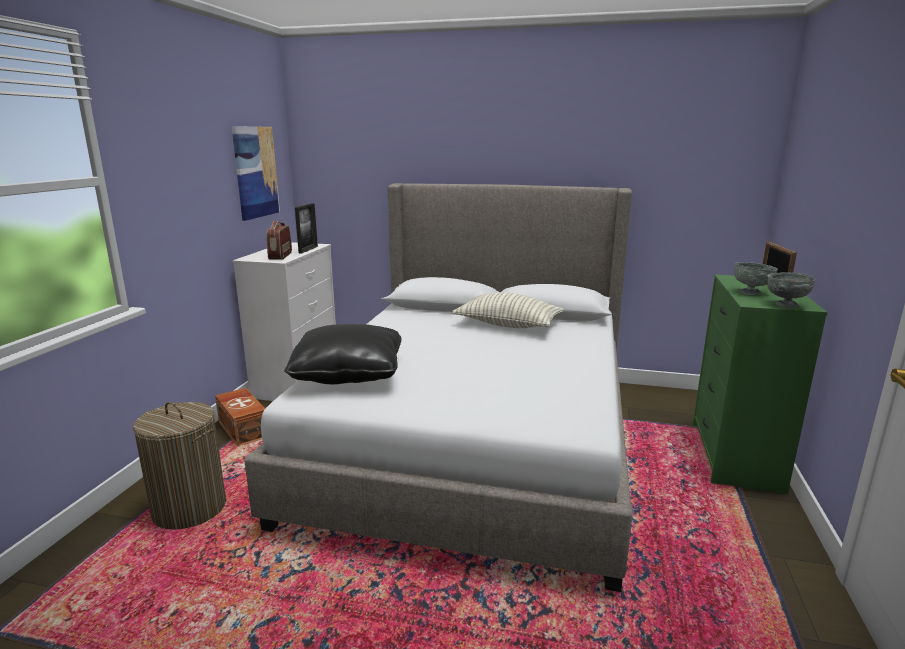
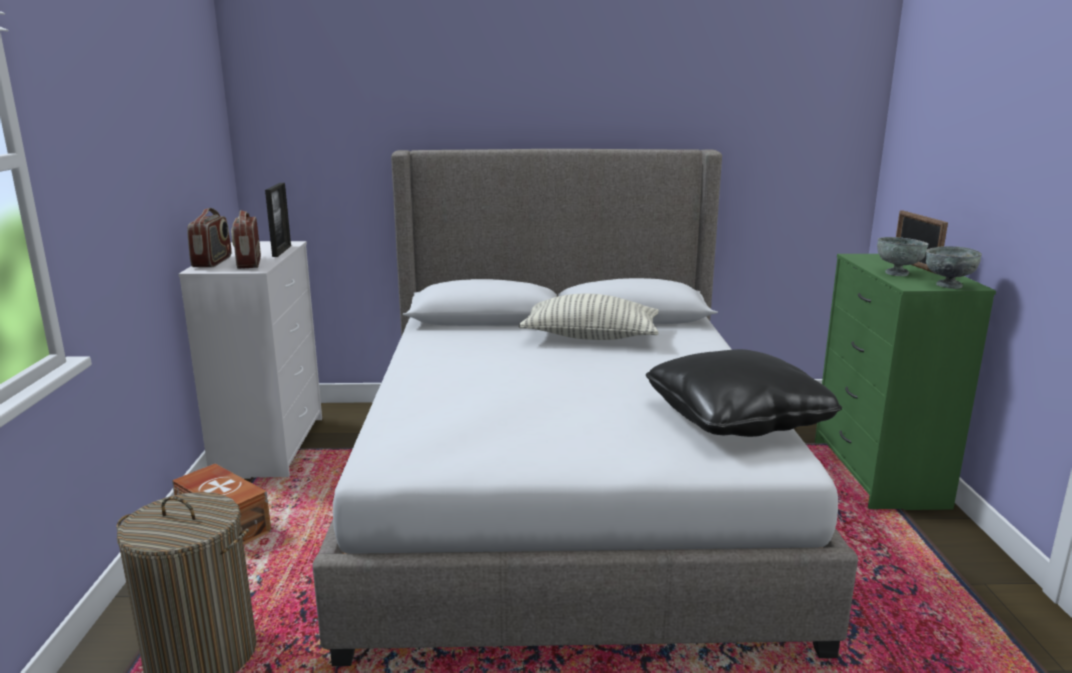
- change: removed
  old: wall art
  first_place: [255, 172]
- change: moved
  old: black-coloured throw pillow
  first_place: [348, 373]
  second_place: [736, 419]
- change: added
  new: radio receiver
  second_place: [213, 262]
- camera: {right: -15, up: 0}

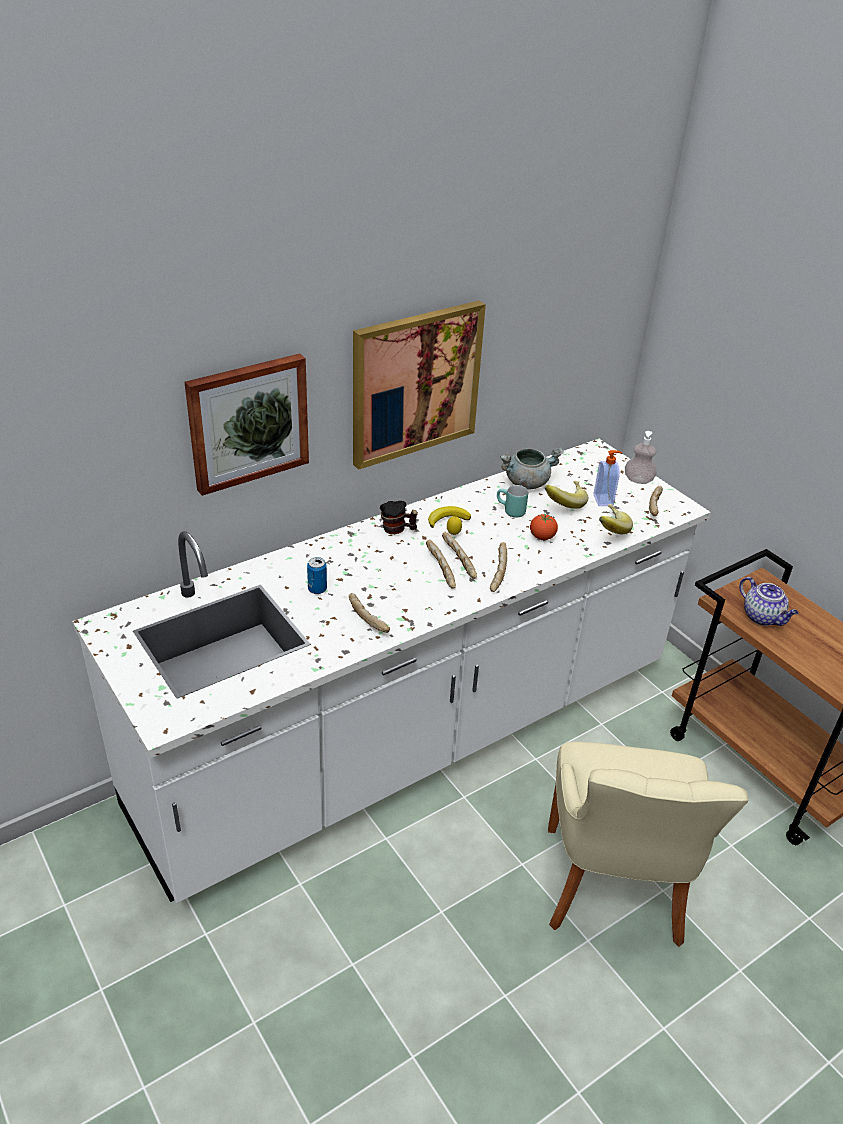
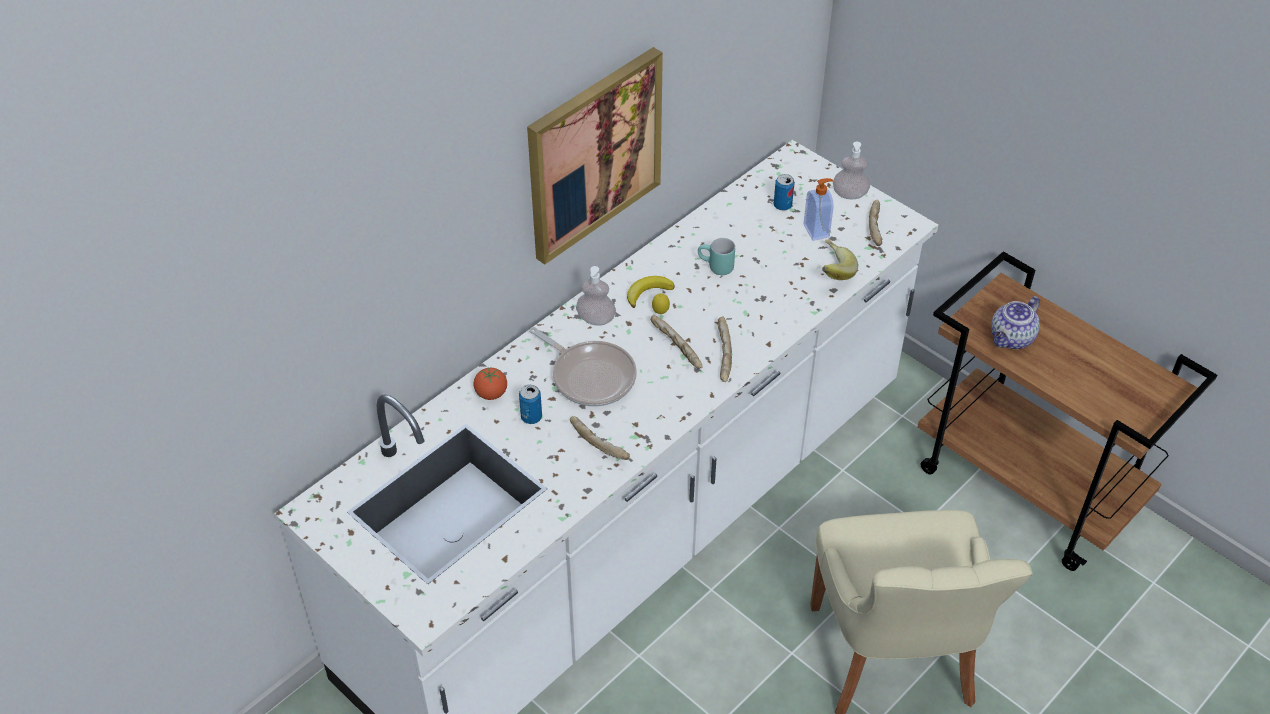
- change: removed
  old: wall art
  first_place: [247, 422]
- change: replaced
  old: coffee mug
  new: liquid soap bottle
  first_place: [397, 530]
  second_place: [596, 319]
- change: removed
  old: bakery bread
  first_place: [440, 570]
- change: removed
  old: gray stockpot
  first_place: [527, 482]
- change: moved
  old: whole tomato
  first_place: [542, 537]
  second_place: [491, 393]
- change: removed
  old: banana
  first_place: [564, 502]
- change: turned
  old: pot for tea
  first_place: [763, 617]
  second_place: [1011, 339]
  degrees: 90
- change: added
  new: skillet
  second_place: [590, 376]
- change: added
  new: metal can
  second_place: [782, 205]
- camera: {right: -10, up: 10}

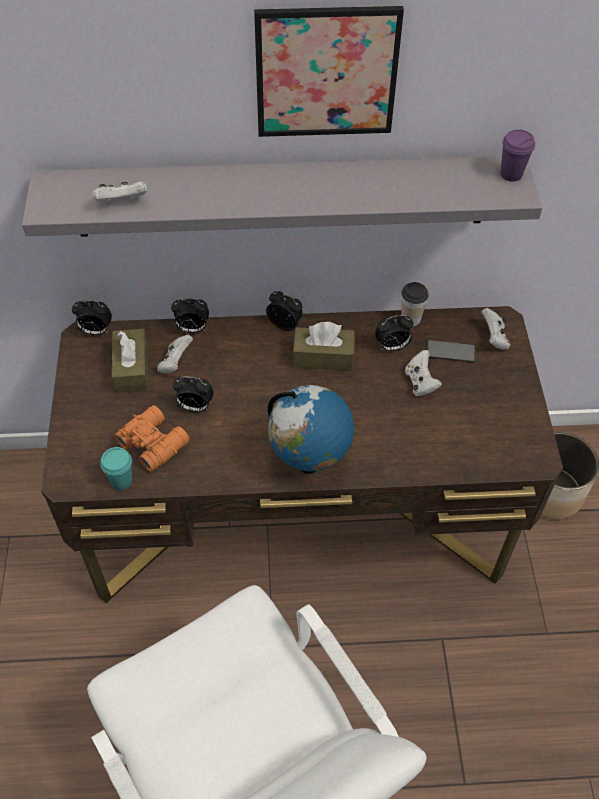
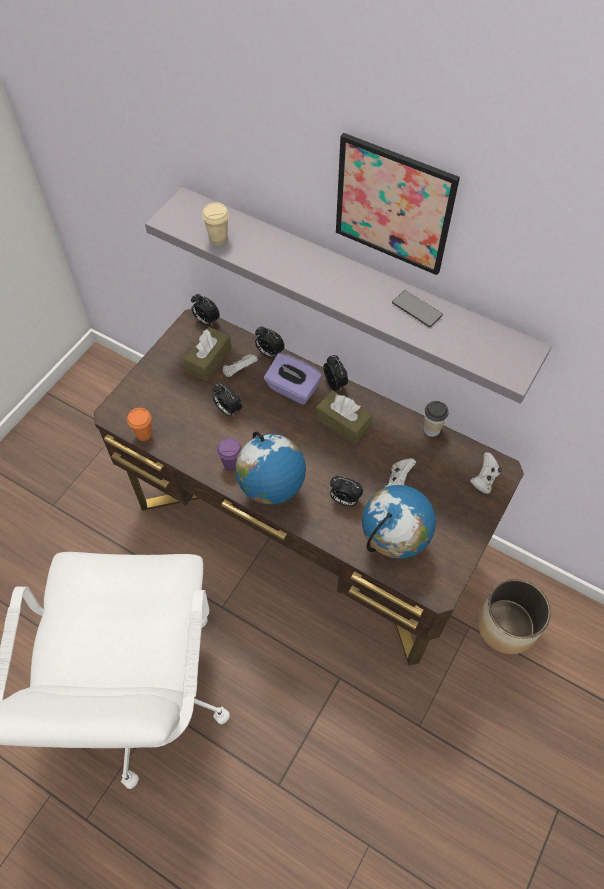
- change: replaced
  old: white joypad
  new: beige-coloured cup
  first_place: [122, 203]
  second_place: [218, 238]
- change: recoloured
  old: blue-green cup
  new: orangey cup
  first_place: [121, 481]
  second_place: [144, 434]
- change: removed
  old: orangey field glasses
  first_place: [153, 442]
- change: moved
  old: bedside clock
  first_place: [392, 347]
  second_place: [344, 500]
- change: moved
  old: telephone
  first_place: [450, 352]
  second_place: [417, 309]
- change: moved
  old: purple-coloured cup
  first_place: [511, 174]
  second_place: [231, 464]
- change: added
  new: purple-coloured tissue box
  second_place: [292, 389]
- change: added
  new: desk globe
  second_place: [393, 544]
- camera: {right: 35, up: 5}

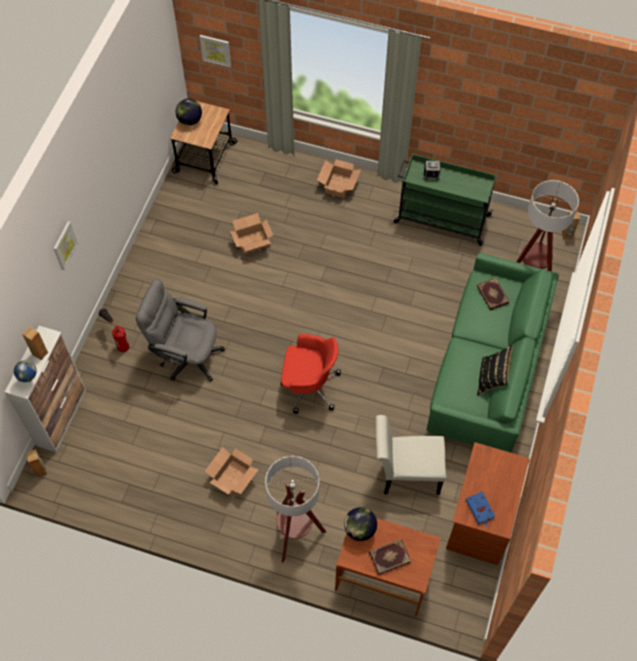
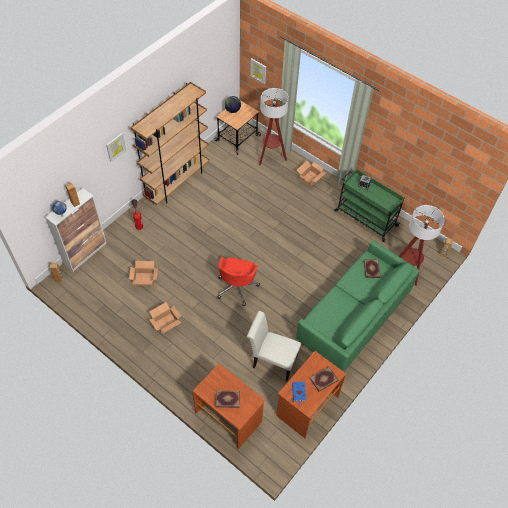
- change: removed
  old: gray desk chair
  first_place: [186, 355]
- change: moved
  old: carton
  first_place: [252, 242]
  second_place: [144, 279]
- change: moved
  old: floor lamp
  first_place: [295, 534]
  second_place: [271, 156]
- change: turned
  old: reddish desk chair
  first_place: [309, 386]
  second_place: [237, 287]
  degrees: 75
- change: removed
  old: desk globe
  first_place: [359, 529]
- change: removed
  old: black-coloured throw pillow
  first_place: [491, 378]
- change: added
  new: brown shelving unit
  second_place: [177, 182]
- change: added
  new: bound book
  second_place: [324, 380]
- camera: {right: 20, up: -5}

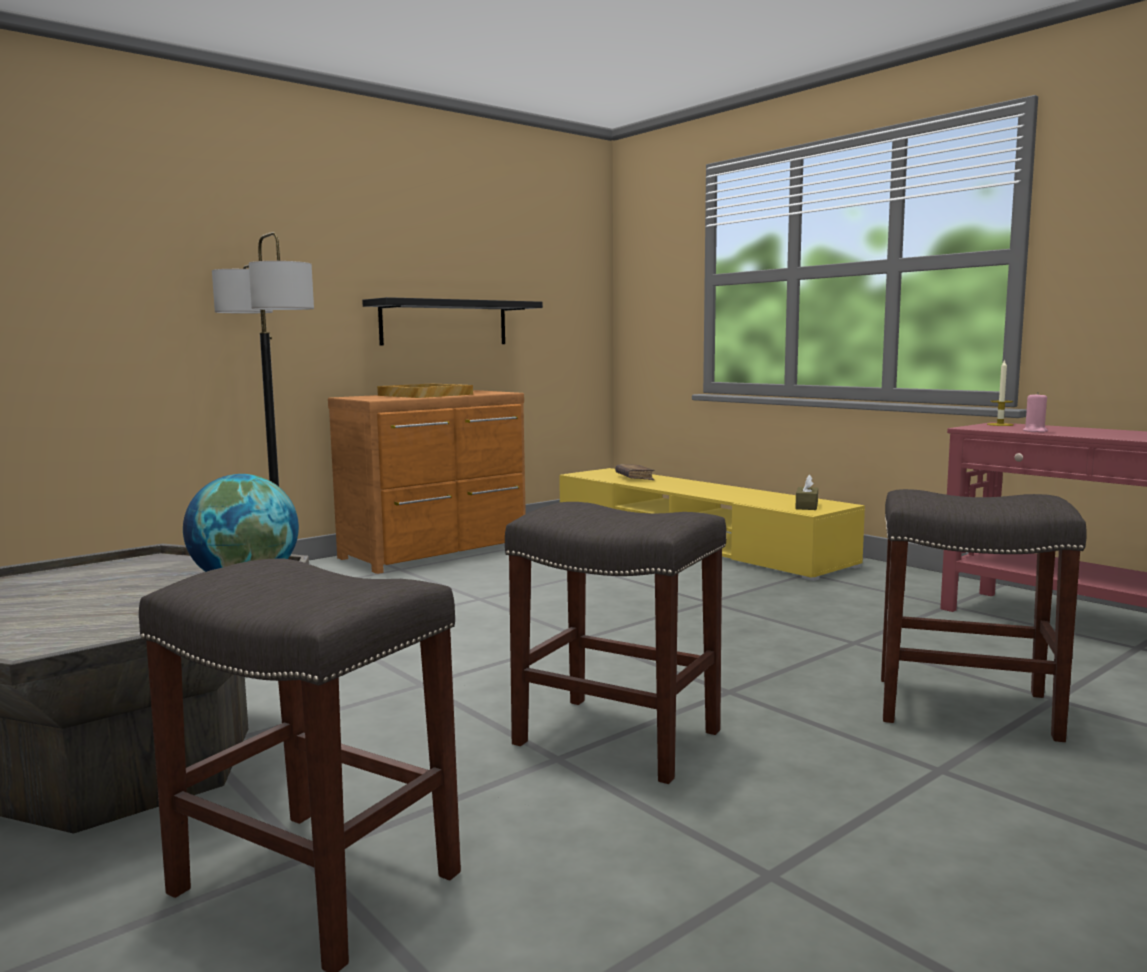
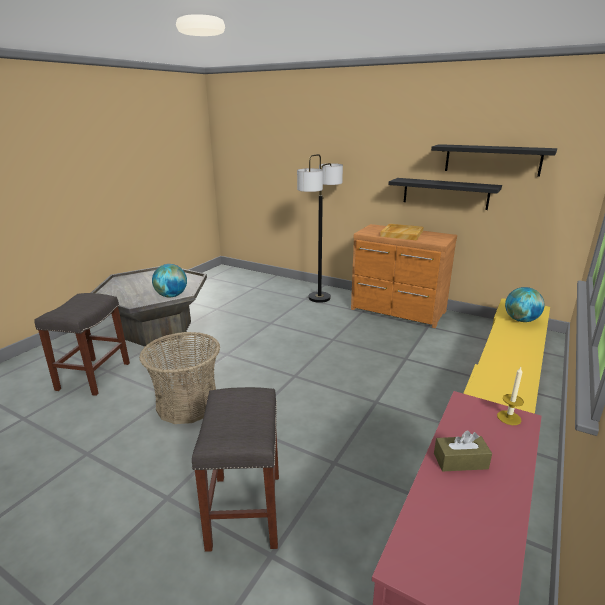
- change: replaced
  old: gray stool
  new: basket
  first_place: [614, 737]
  second_place: [187, 404]
- change: replaced
  old: brown bound book
  new: desk globe
  first_place: [634, 478]
  second_place: [521, 320]
- change: moved
  old: brown tissue box
  first_place: [806, 506]
  second_place: [460, 461]
- change: removed
  old: pink candle
  first_place: [1035, 431]
- change: added
  new: black-coloured shelf
  second_place: [492, 160]
- camera: {right: 70, up: 15}

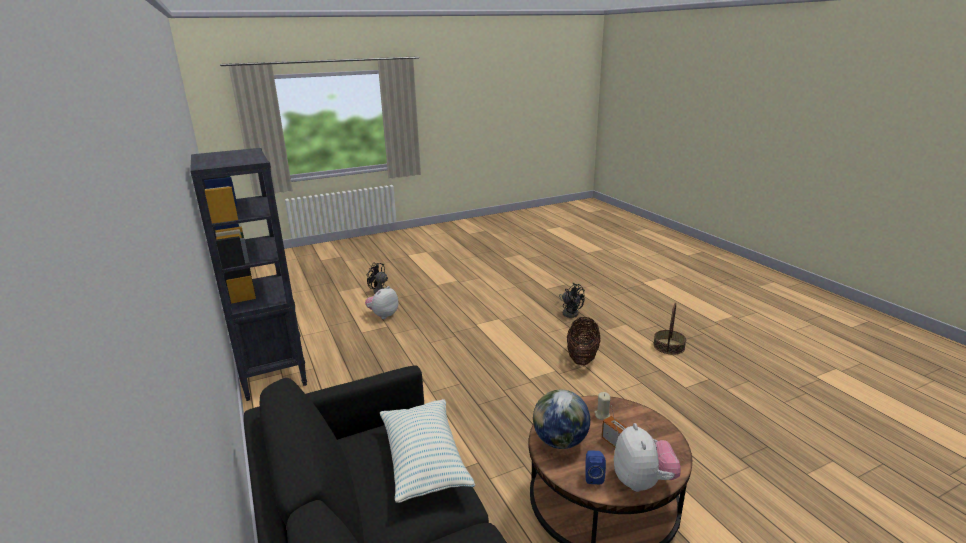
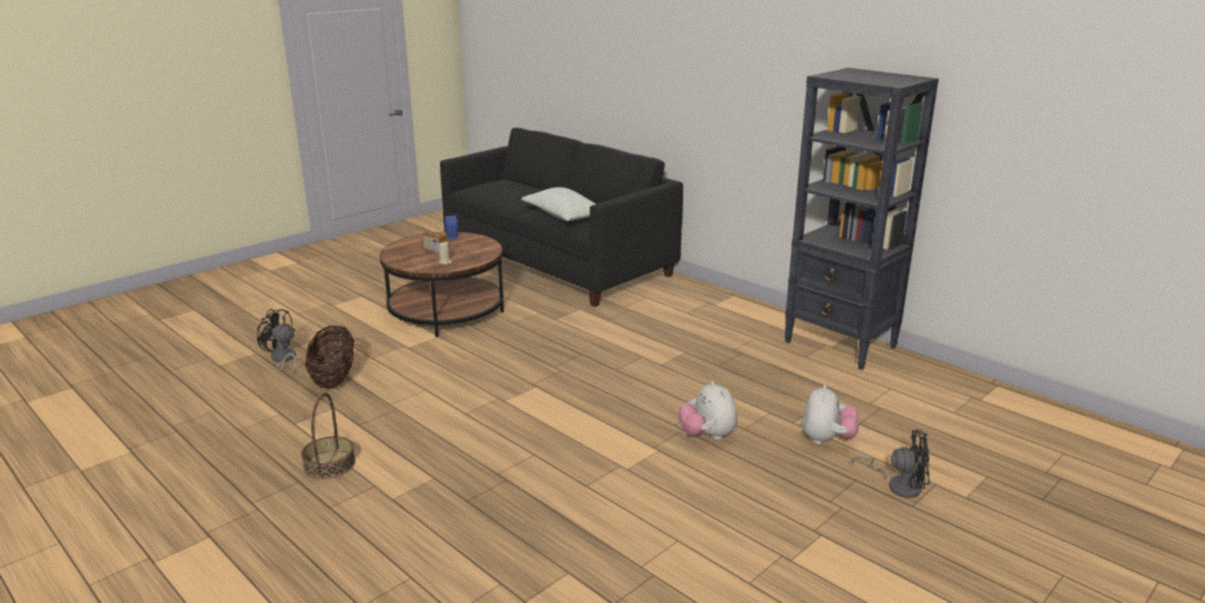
- change: removed
  old: desk globe
  first_place: [560, 441]
- change: moved
  old: black-coloured cooling fan
  first_place: [570, 312]
  second_place: [283, 360]
- change: moved
  old: basket
  first_place: [582, 357]
  second_place: [333, 379]
- change: moved
  old: cuddly toy
  first_place: [642, 482]
  second_place: [707, 436]
- camera: {right: 160, up: 0}

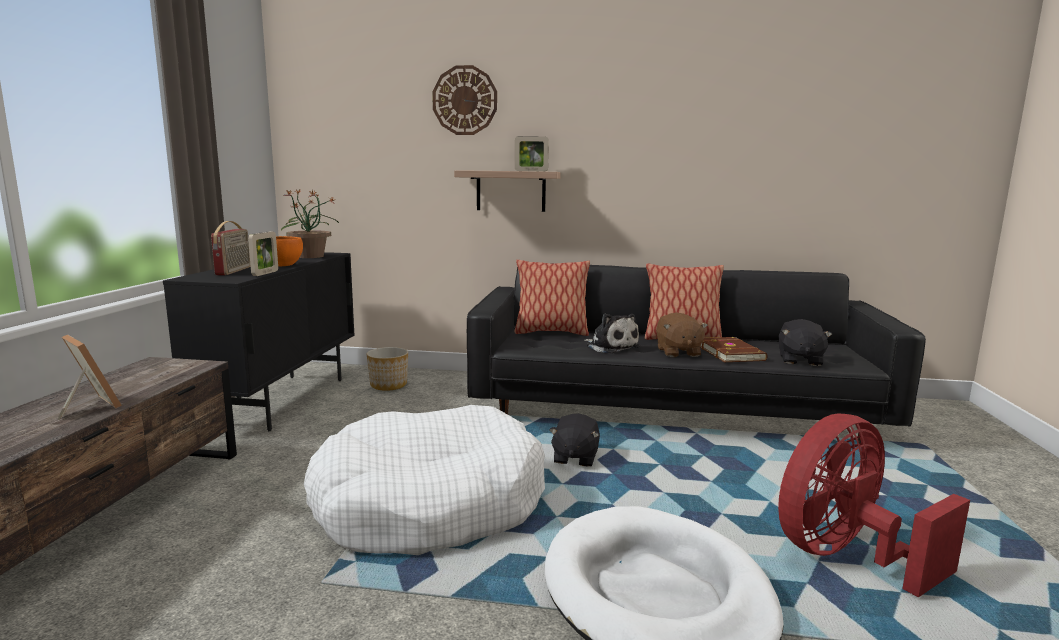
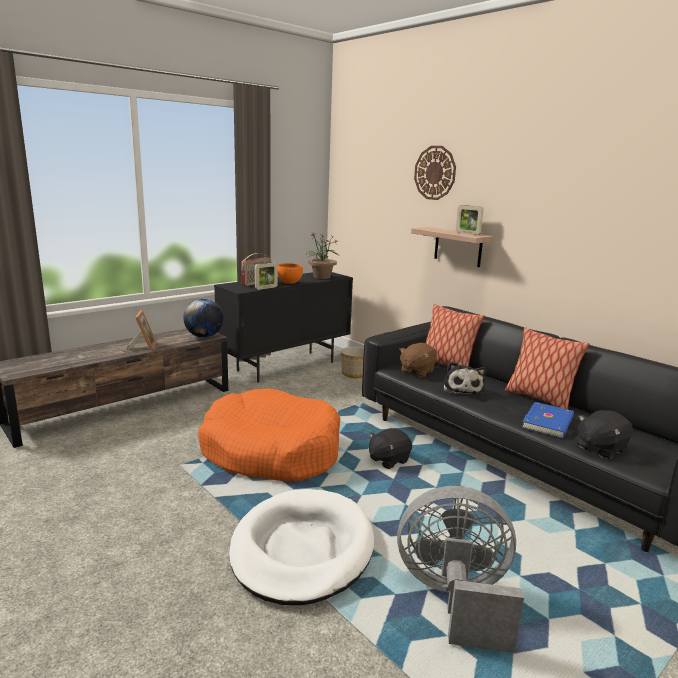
- change: recoloured
  old: white dog cushion
  new: orangey dog cushion
  first_place: [429, 504]
  second_place: [271, 451]
- change: moved
  old: brown cuddly toy
  first_place: [678, 352]
  second_place: [416, 371]
- change: recoloured
  old: brown bound book
  new: bluish bound book
  first_place: [731, 353]
  second_place: [549, 422]
- change: recoloured
  old: reddish cooling fan
  new: gray cooling fan
  first_place: [845, 556]
  second_place: [455, 599]
- change: added
  new: desk globe
  second_place: [204, 336]
- camera: {right: 40, up: 5}

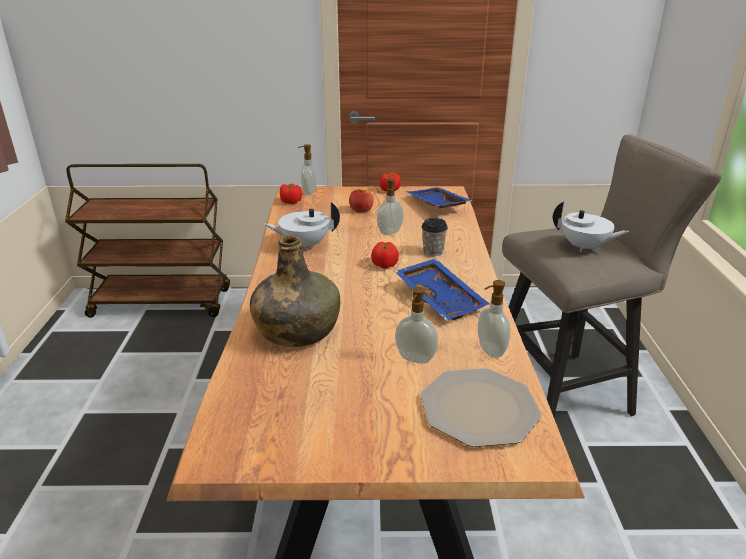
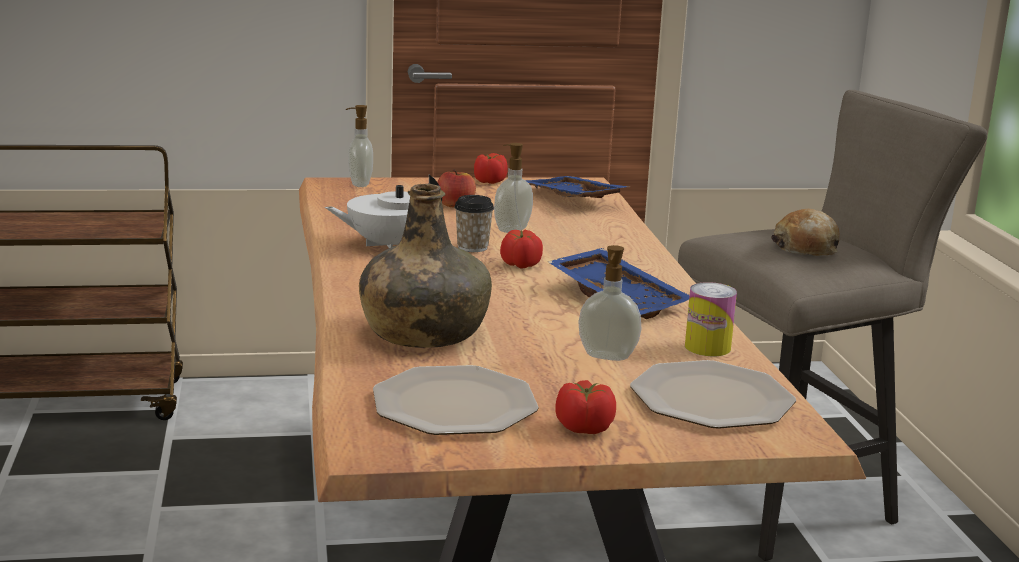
- change: moved
  old: whole tomato
  first_place: [291, 202]
  second_place: [583, 428]
- change: moved
  old: cup
  first_place: [433, 252]
  second_place: [472, 247]
- change: replaced
  old: liquid soap bottle
  new: metal can
  first_place: [490, 351]
  second_place: [707, 347]
- change: replaced
  old: white pot for tea
  new: bakery bread
  first_place: [584, 247]
  second_place: [806, 247]
- change: added
  new: dinner plate
  second_place: [453, 405]
- camera: {right: -10, up: -10}

